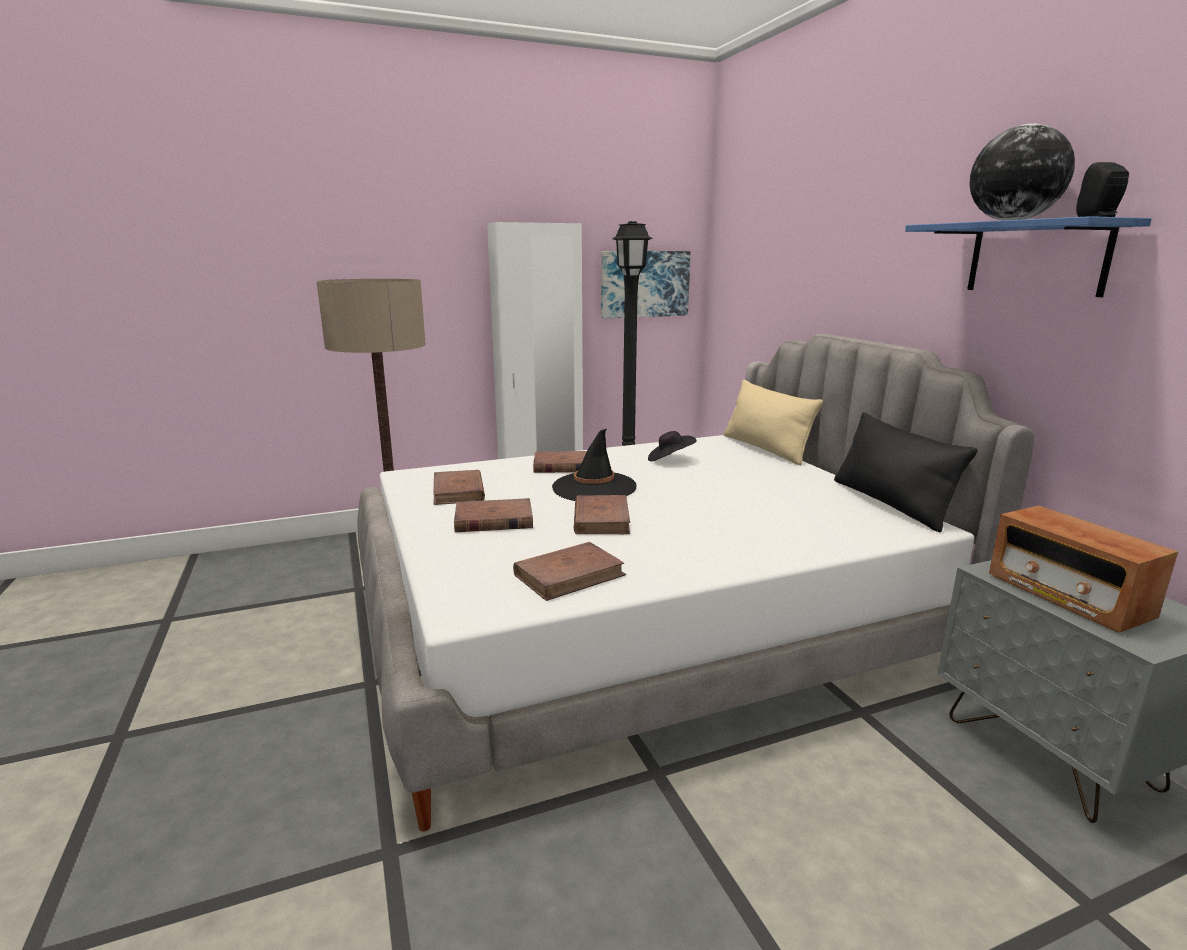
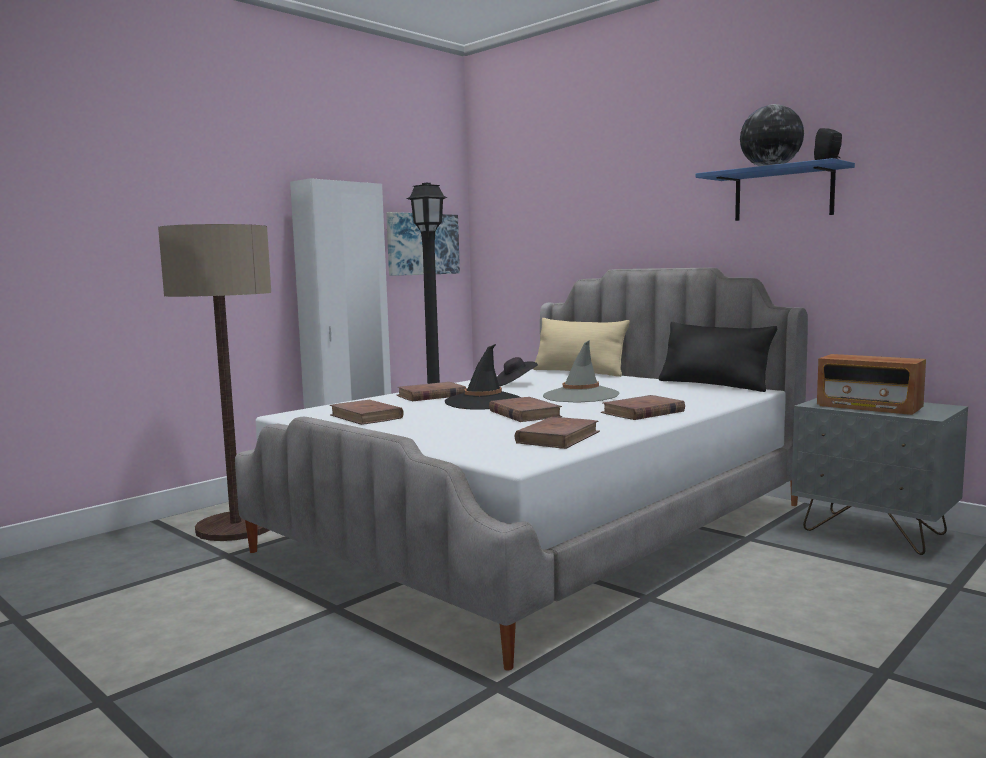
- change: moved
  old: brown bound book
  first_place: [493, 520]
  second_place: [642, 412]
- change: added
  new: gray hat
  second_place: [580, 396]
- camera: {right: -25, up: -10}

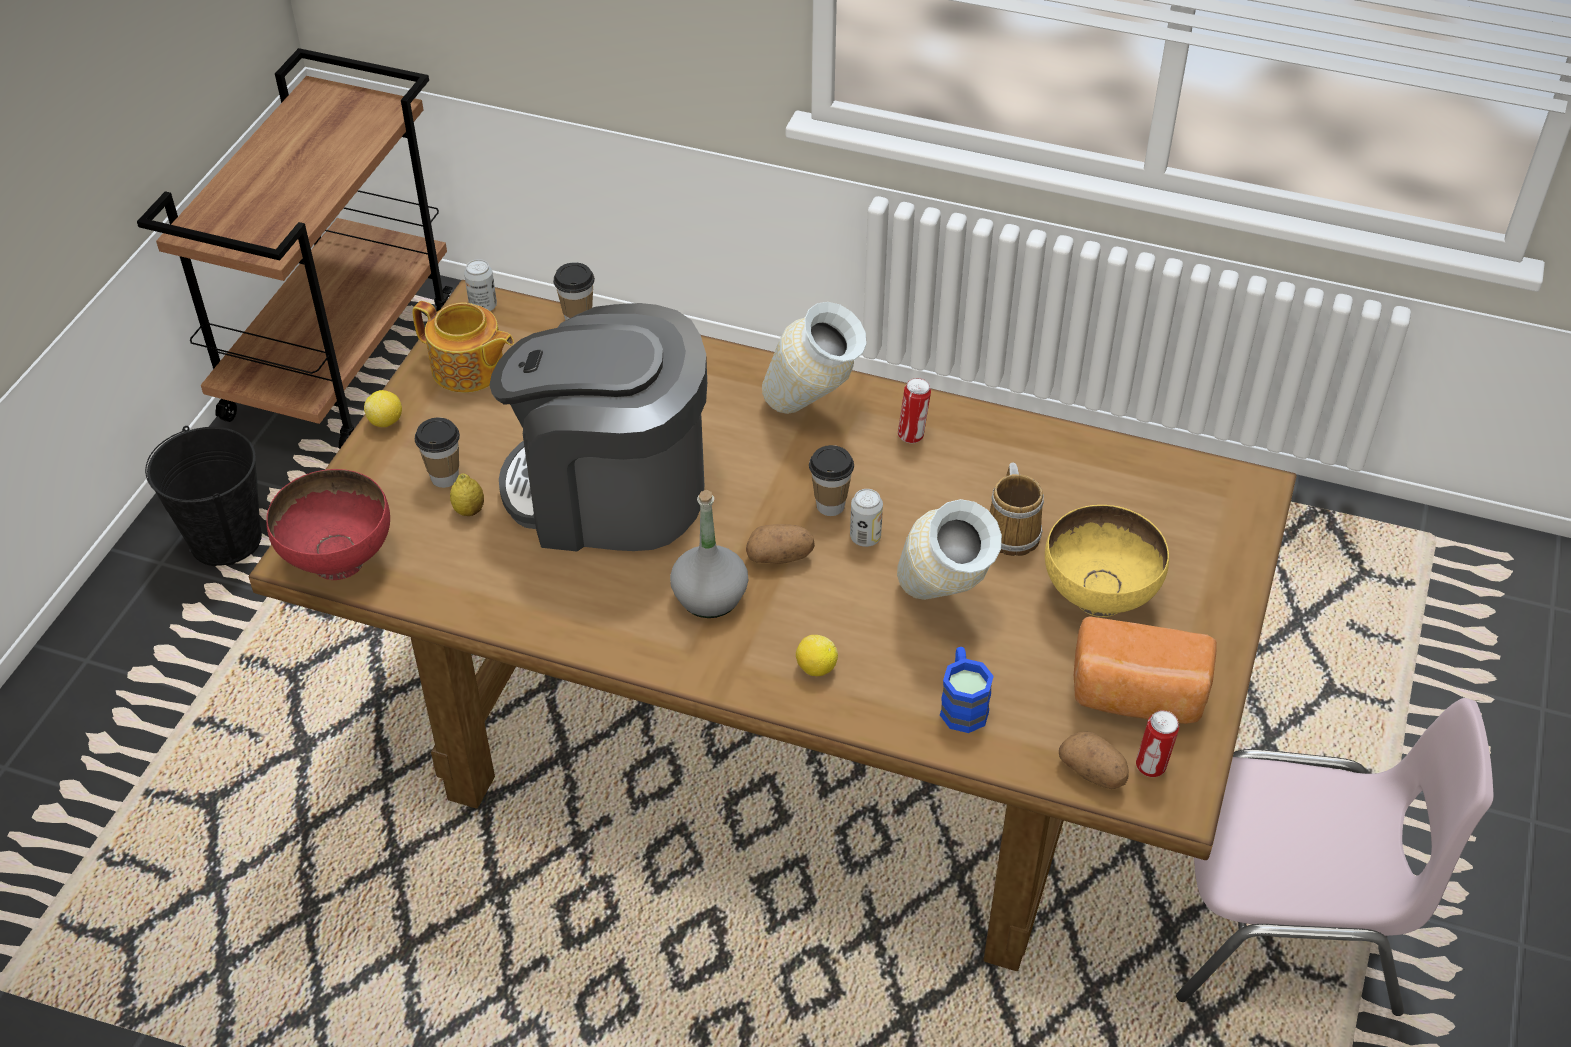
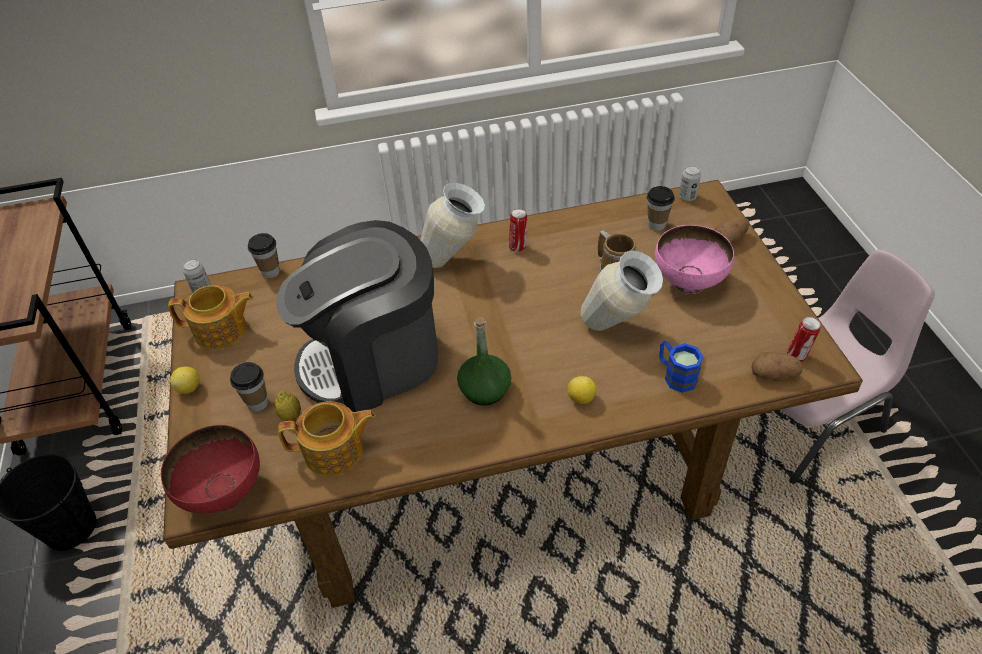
- change: recoloured
  old: gray bottle
  new: green bottle
  first_place: [710, 597]
  second_place: [485, 390]
- change: moved
  old: whole potato
  first_place: [780, 556]
  second_place: [729, 239]
- change: moved
  old: cup
  first_place: [830, 505]
  second_place: [656, 225]
- change: moved
  old: metal can
  first_place: [865, 537]
  second_place: [687, 197]
- change: recoloured
  old: yellow-coloured serving bowl
  new: pink serving bowl
  first_place: [1098, 597]
  second_place: [688, 283]
- change: removed
  old: bakery bread
  first_place: [1137, 698]
- change: added
  new: pot for tea
  second_place: [335, 451]
- camera: {right: -30, up: 0}

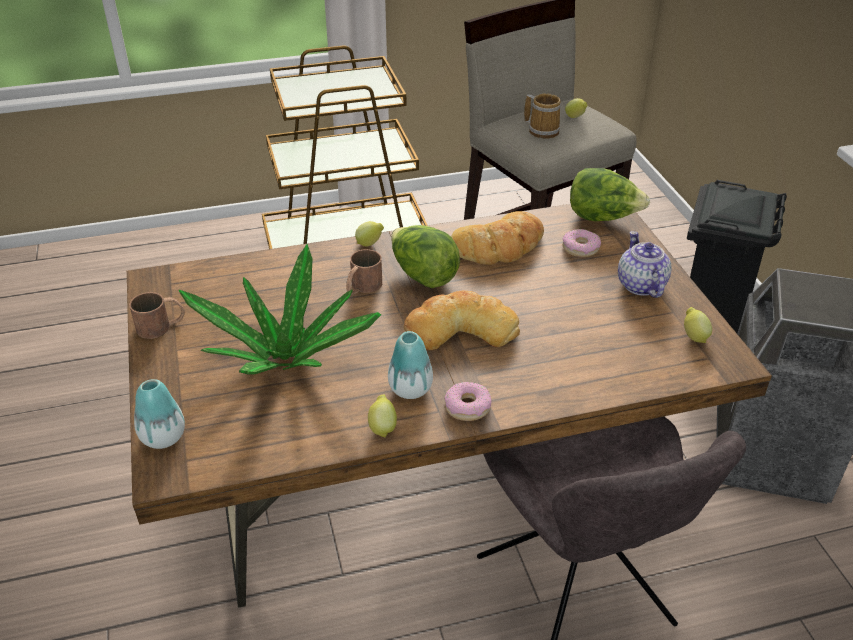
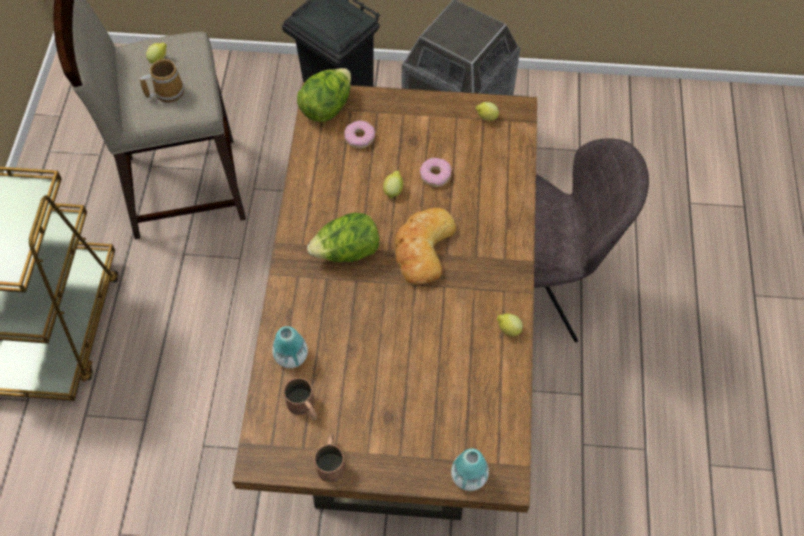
- change: removed
  old: potted plant
  first_place: [285, 358]
- change: moved
  old: brown coffee mug
  first_place: [362, 287]
  second_place: [304, 407]
- change: moved
  old: lemon
  first_place: [370, 244]
  second_place: [393, 190]
- change: moved
  old: flower vase
  first_place: [410, 389]
  second_place: [291, 356]
- change: moved
  old: donut
  first_place: [467, 407]
  second_place: [435, 175]
- change: removed
  old: bakery bread
  first_place: [499, 246]
- change: removed
  old: pot for tea
  first_place: [640, 285]
- camera: {right: -70, up: 20}

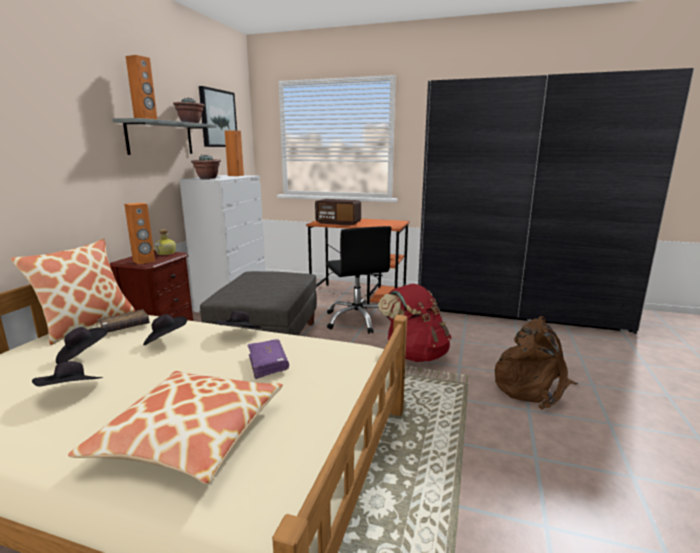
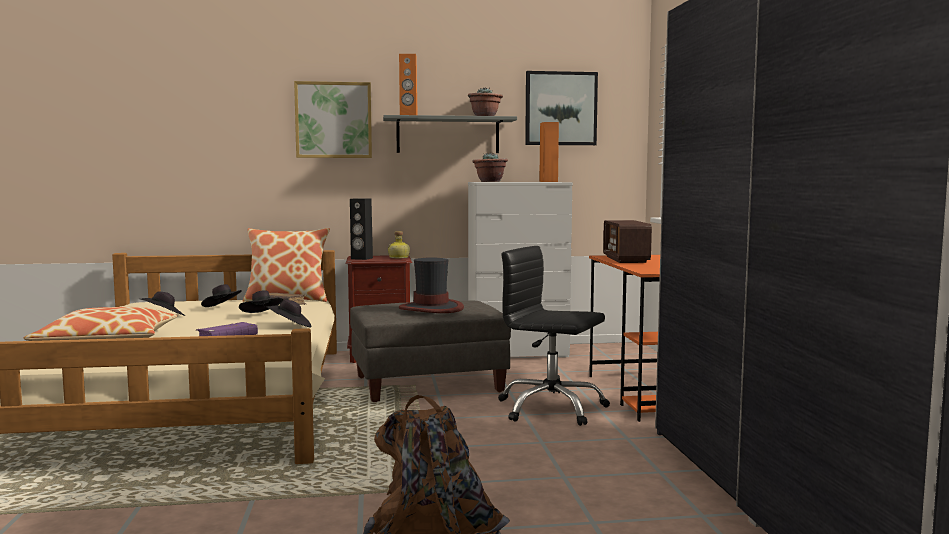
- change: recoloured
  old: orangey speaker
  new: black-coloured speaker
  first_place: [144, 261]
  second_place: [361, 258]
- change: turned
  old: black-coloured desk chair
  first_place: [357, 320]
  second_place: [551, 408]
  degrees: 75
- change: removed
  old: reddish rucksack
  first_place: [415, 354]
- change: added
  new: wall art
  second_place: [333, 120]
- change: added
  new: hat
  second_place: [431, 308]
- camera: {right: 65, up: -10}

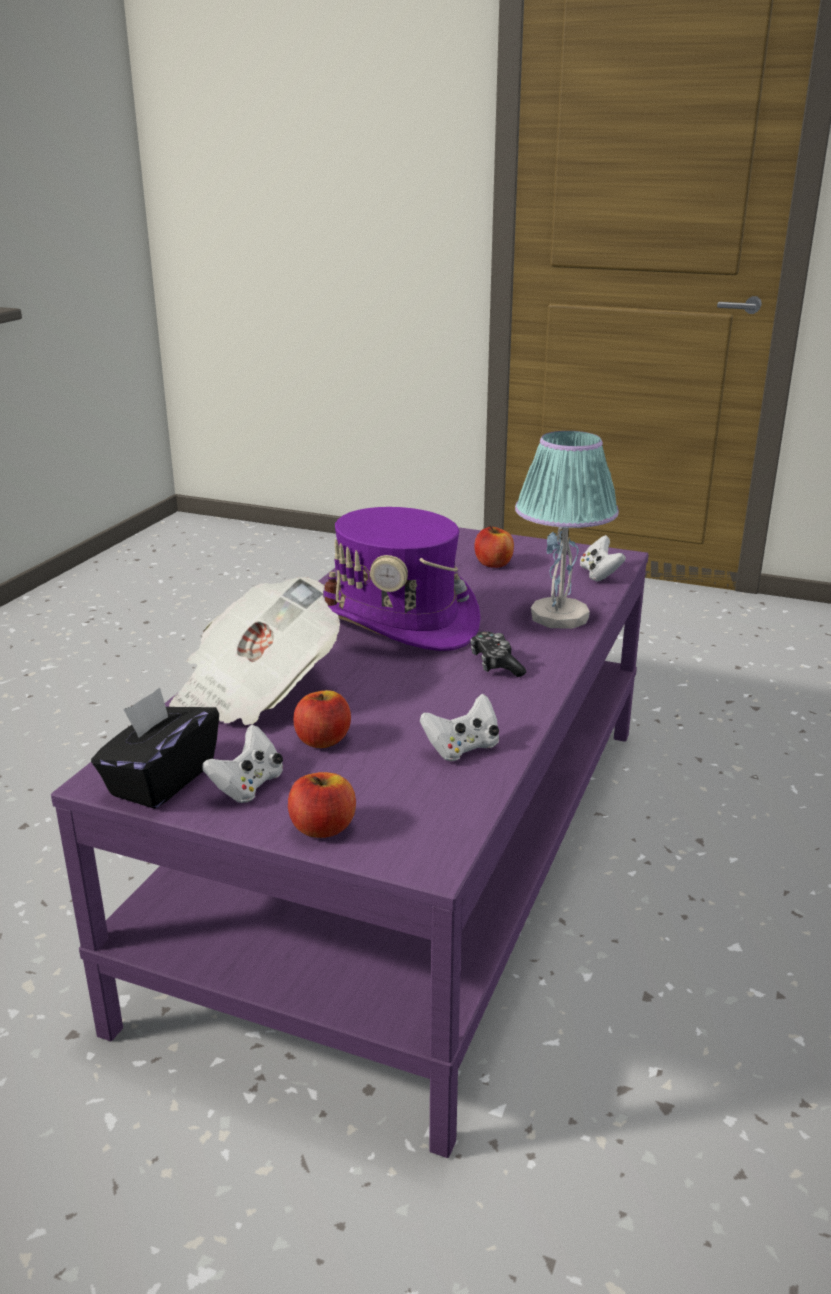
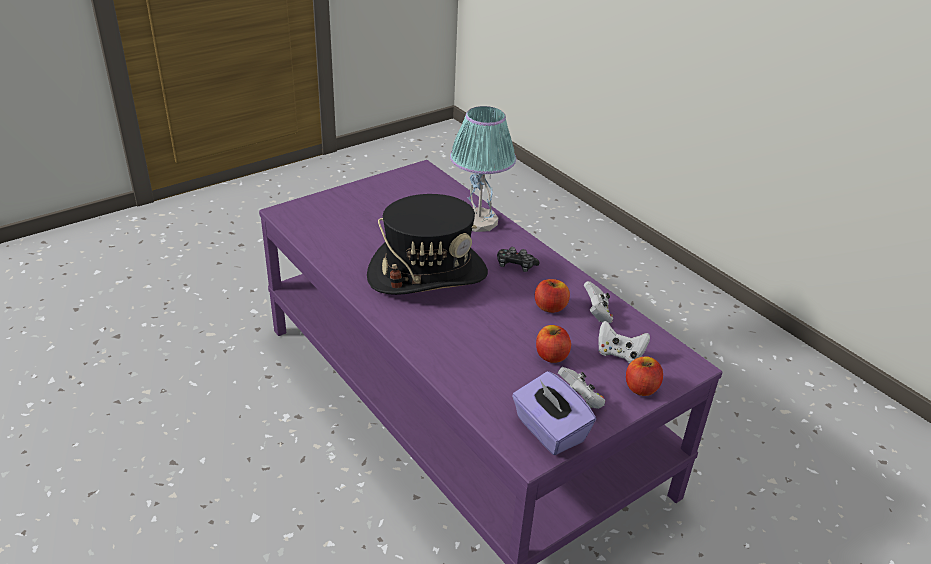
- change: recoloured
  old: black-coloured tissue box
  new: purple-coloured tissue box
  first_place: [161, 780]
  second_place: [549, 430]
- change: removed
  old: printed paper
  first_place: [254, 692]
- change: recoloured
  old: purple-coloured hat
  new: black-coloured hat
  first_place: [398, 622]
  second_place: [427, 274]
- change: moved
  old: apple
  first_place: [493, 564]
  second_place: [550, 307]
- change: moved
  old: white joypad
  first_place: [599, 574]
  second_place: [619, 354]
- camera: {right: -60, up: 10}

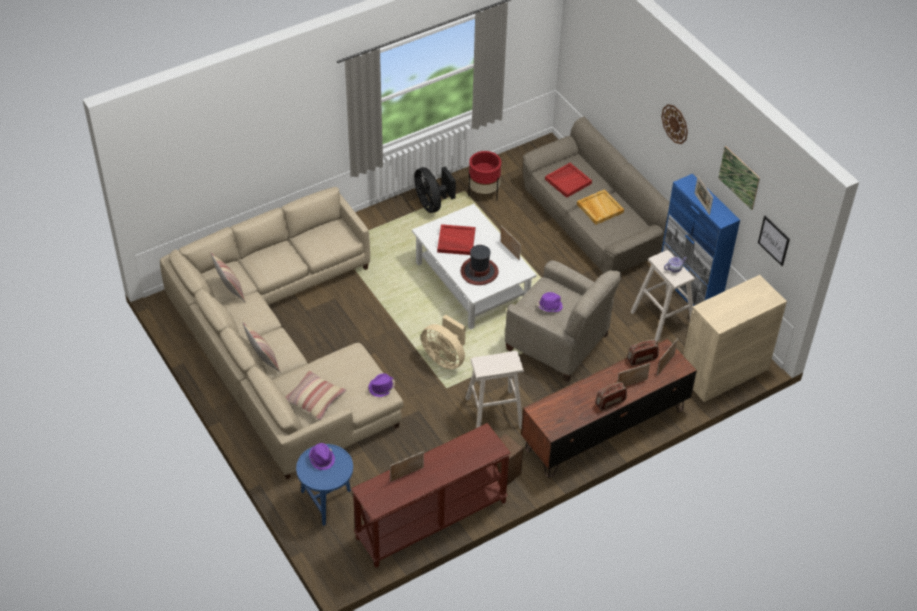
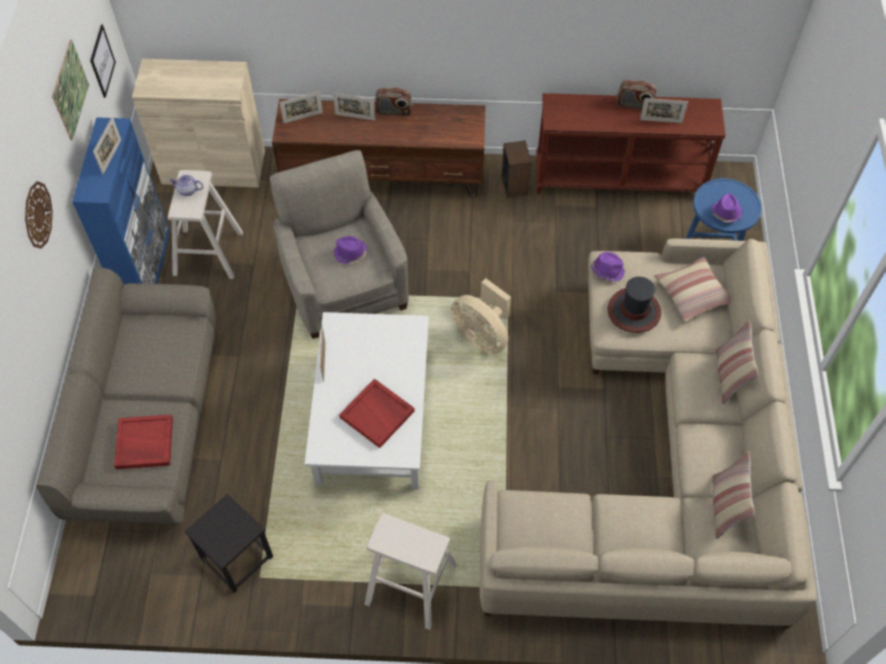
- change: removed
  old: black-coloured cooling fan
  first_place: [432, 204]
- change: turned
  old: beige-coloured cooling fan
  first_place: [445, 358]
  second_place: [482, 335]
  degrees: 150
- change: moved
  old: hat
  first_place: [479, 271]
  second_place: [633, 311]
- change: moved
  old: beige-coloured stool
  first_place: [494, 413]
  second_place: [410, 583]
- change: replaced
  old: reddish planter
  new: black-coloured stool
  first_place: [484, 193]
  second_place: [237, 557]
- change: removed
  old: beige-coloured tray
  first_place: [599, 208]
- change: moved
  old: radio receiver
  first_place: [642, 359]
  second_place: [634, 104]
- camera: {right: -145, up: 10}

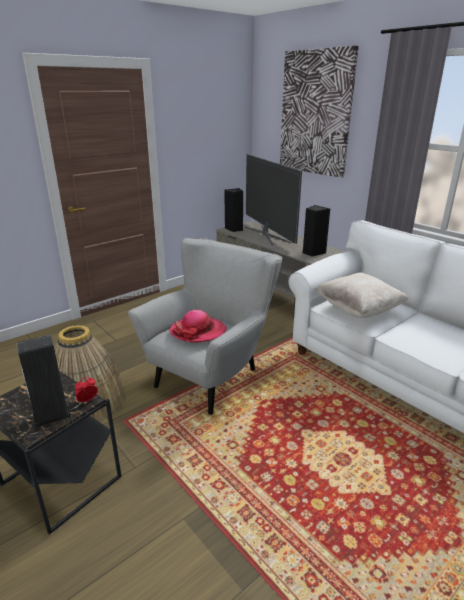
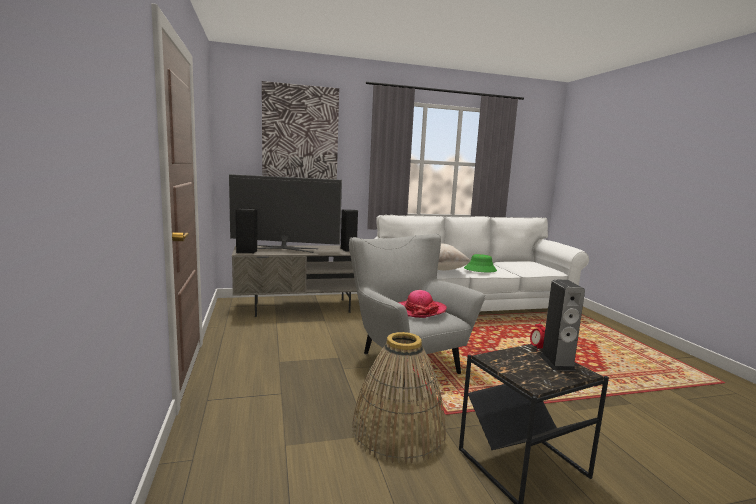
- change: added
  new: green hat
  second_place: [480, 270]
- camera: {right: -65, up: -15}

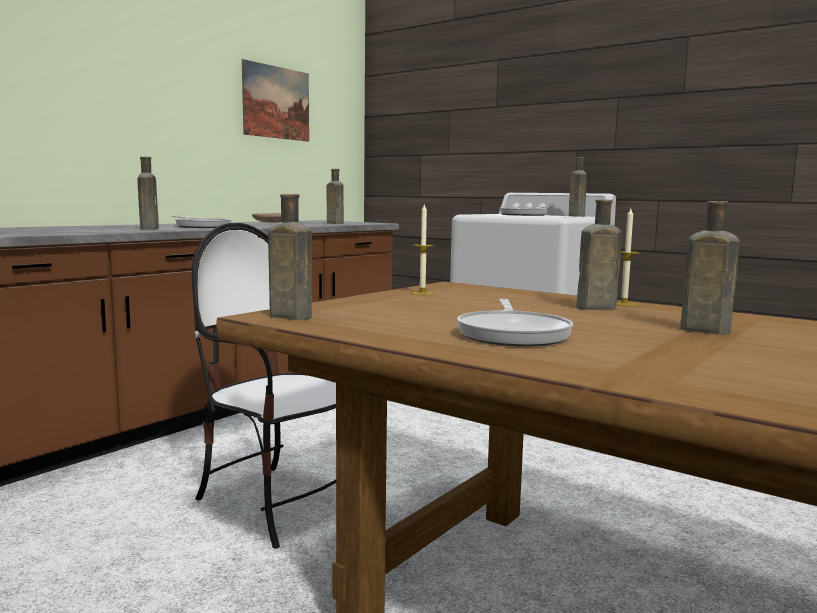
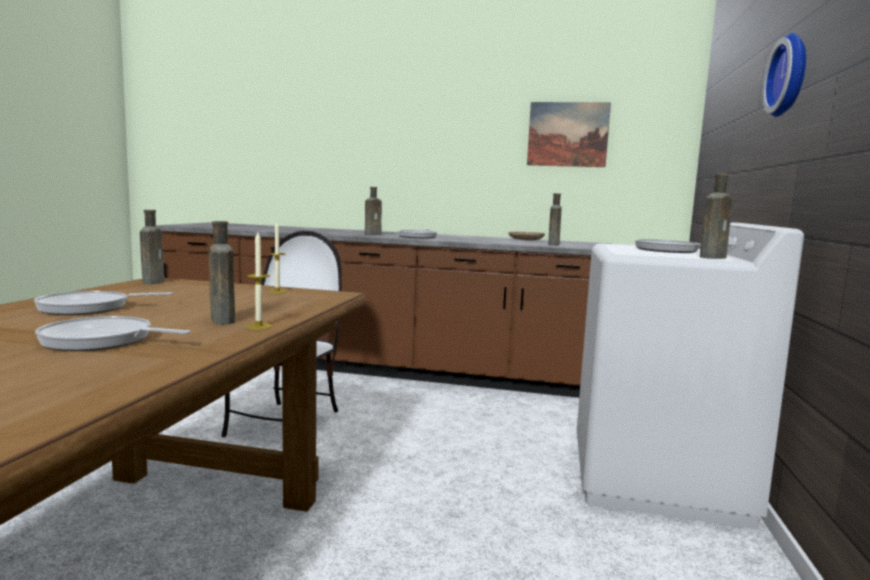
- change: replaced
  old: brown bottle
  new: skillet
  first_place: [701, 330]
  second_place: [102, 340]
- change: added
  new: wall clock
  second_place: [791, 75]
- camera: {right: 65, up: 0}

